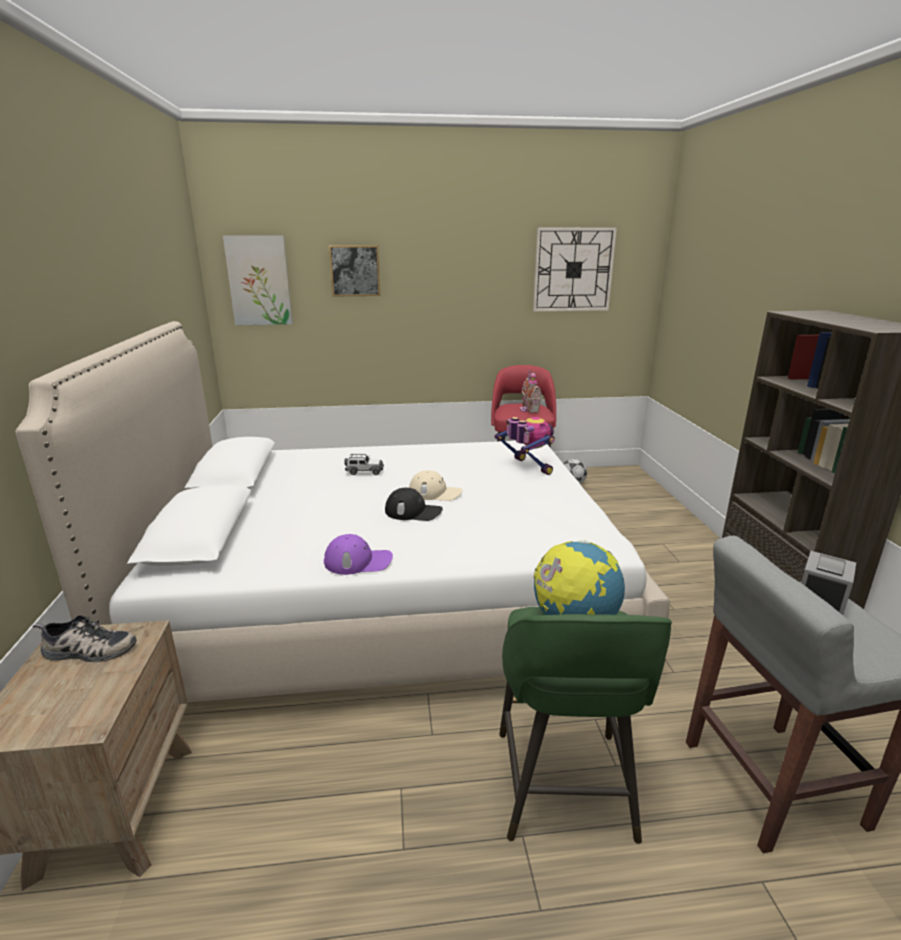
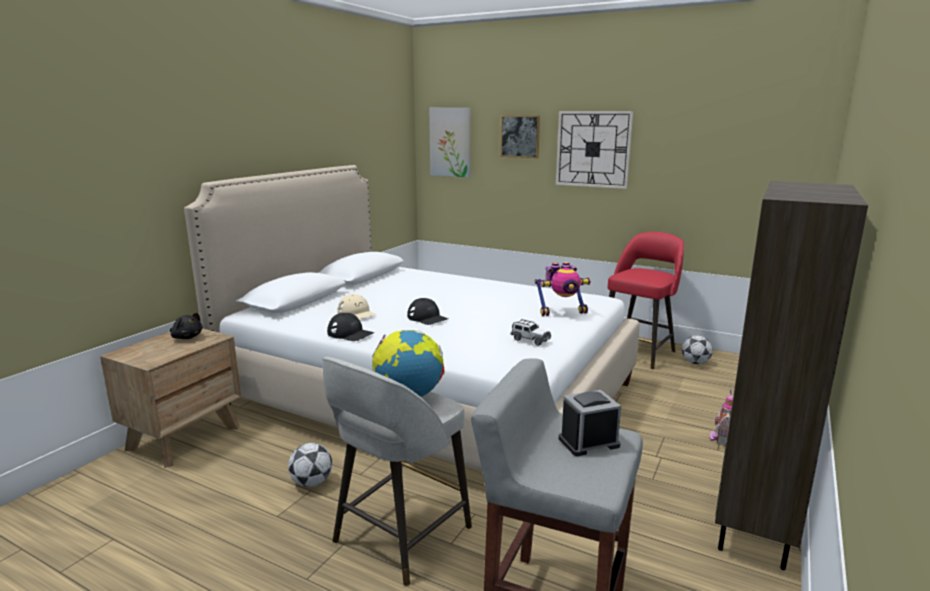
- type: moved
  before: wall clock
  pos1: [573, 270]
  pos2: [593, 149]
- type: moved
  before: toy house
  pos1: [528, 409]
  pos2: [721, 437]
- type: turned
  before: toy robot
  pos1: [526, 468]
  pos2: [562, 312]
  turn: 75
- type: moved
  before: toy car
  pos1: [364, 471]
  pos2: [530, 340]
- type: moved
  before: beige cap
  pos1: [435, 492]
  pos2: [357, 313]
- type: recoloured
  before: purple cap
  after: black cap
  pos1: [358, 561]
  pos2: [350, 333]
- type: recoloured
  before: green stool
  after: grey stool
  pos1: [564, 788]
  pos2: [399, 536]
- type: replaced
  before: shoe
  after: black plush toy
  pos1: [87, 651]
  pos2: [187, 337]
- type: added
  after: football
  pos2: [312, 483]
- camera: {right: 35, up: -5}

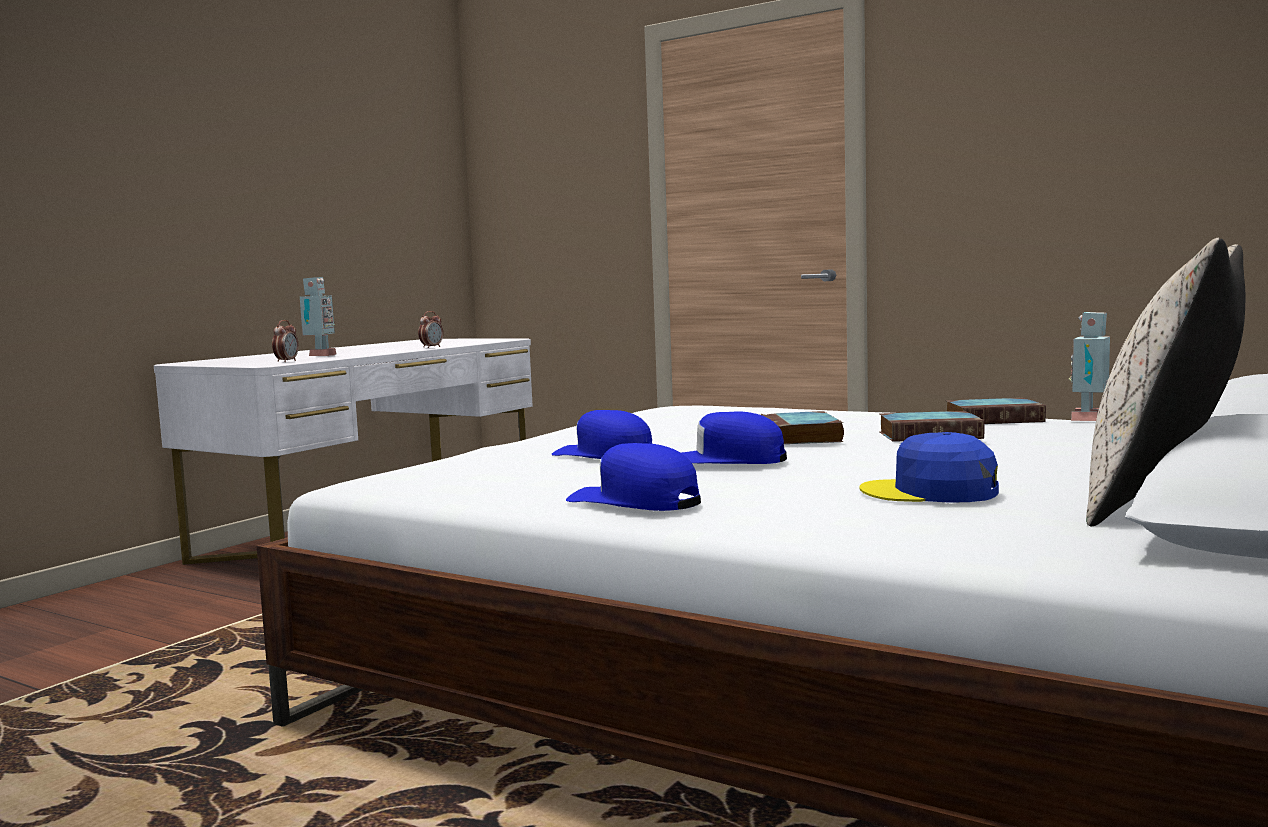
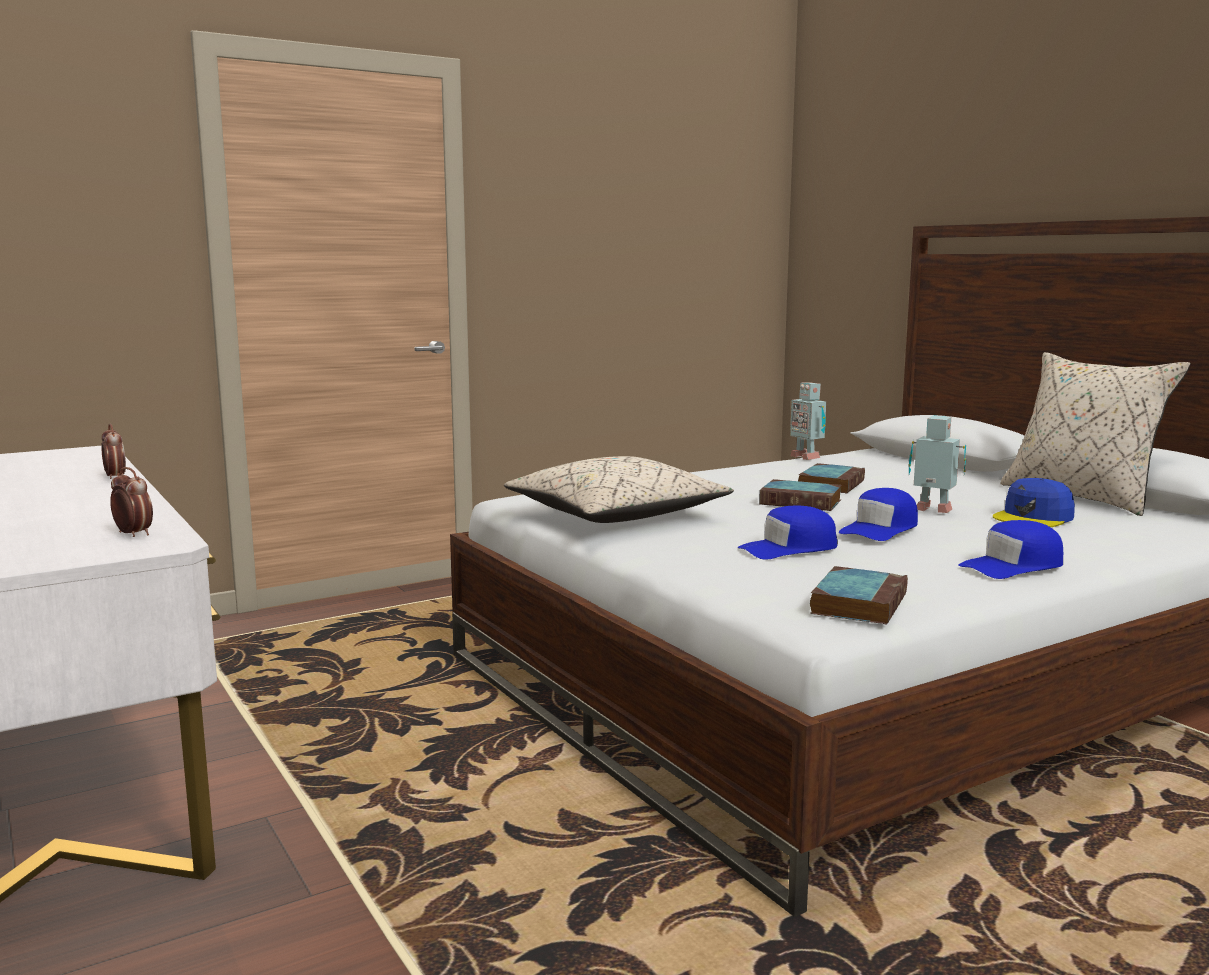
- type: moved
  before: toy robot
  pos1: [319, 356]
  pos2: [934, 511]
- type: moved
  before: book
  pos1: [995, 419]
  pos2: [858, 603]
- type: added
  after: beige pillow
  pos2: [615, 516]
- camera: {right: -65, up: 5}

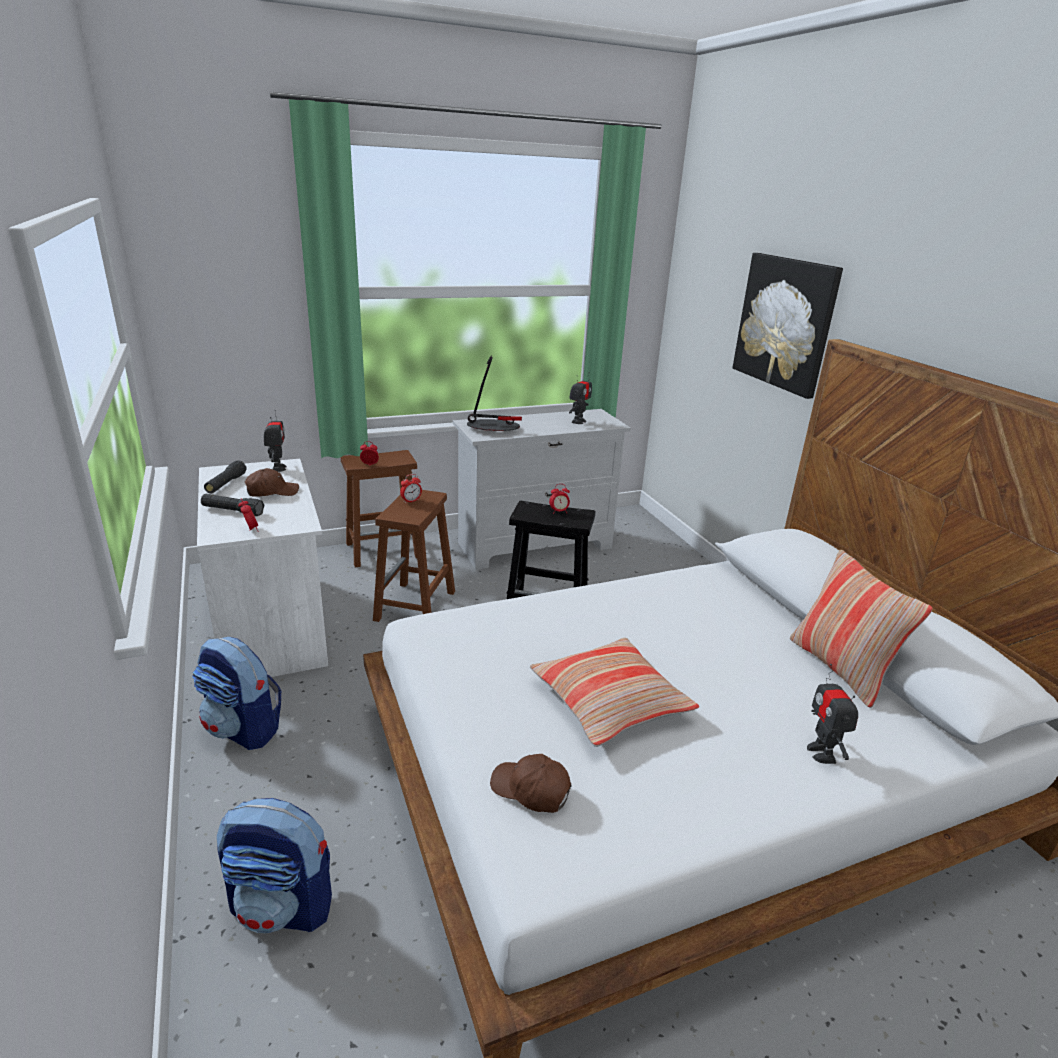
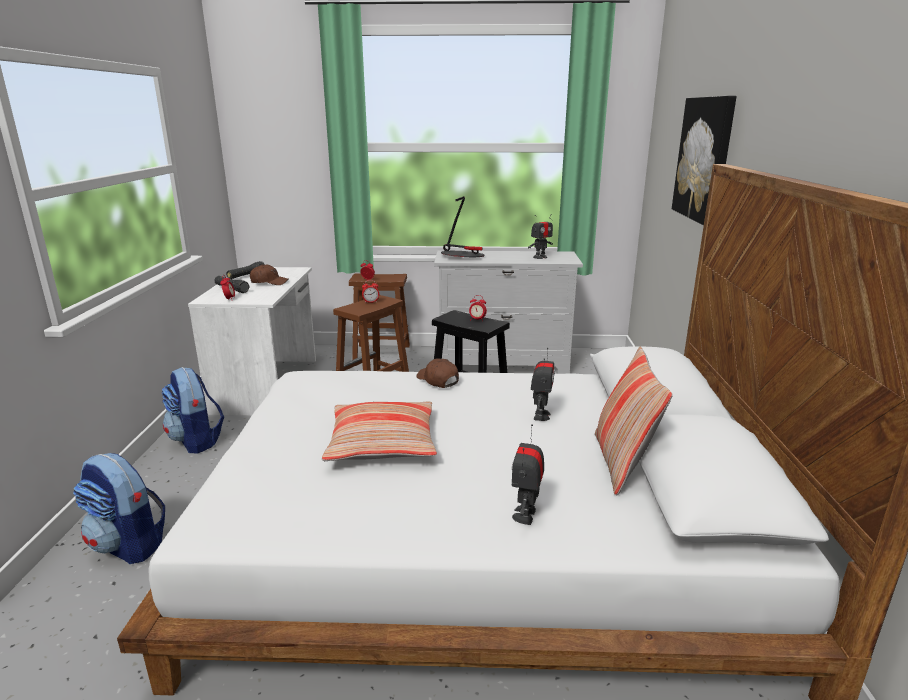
- type: moved
  before: toy robot
  pos1: [278, 468]
  pos2: [540, 415]
- type: moved
  before: brown cap
  pos1: [531, 790]
  pos2: [437, 380]
- camera: {right: 25, up: -5}

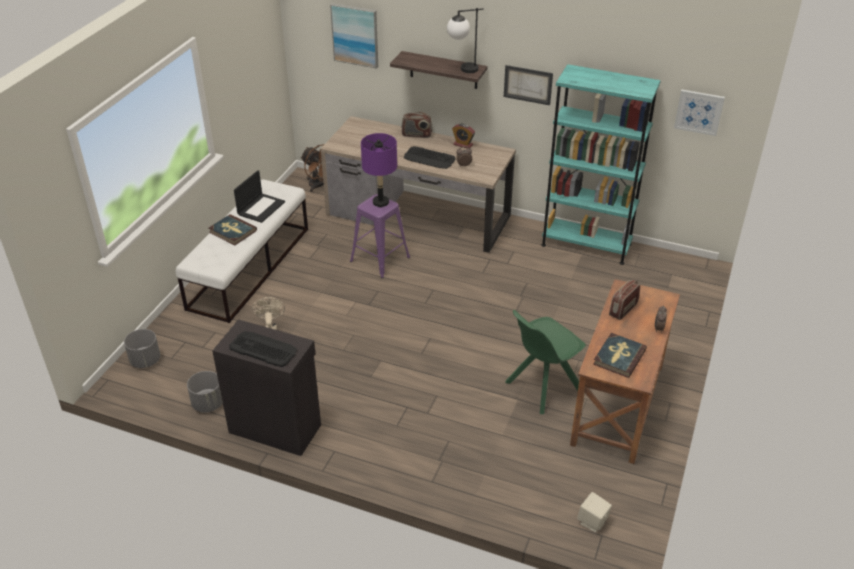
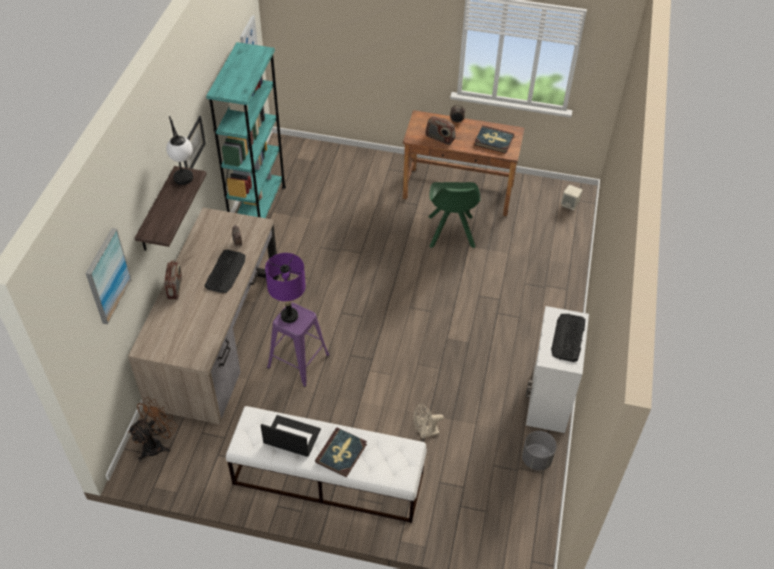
- type: removed
  before: alarm clock
  pos1: [463, 144]
- type: turned
  before: green chair
  pos1: [541, 387]
  pos2: [451, 233]
  turn: 45
- type: recoloured
  before: black cabinet
  after: white cabinet
  pos1: [275, 427]
  pos2: [547, 399]
- type: removed
  before: grey planter
  pos1: [145, 360]
- camera: {right: -100, up: 10}

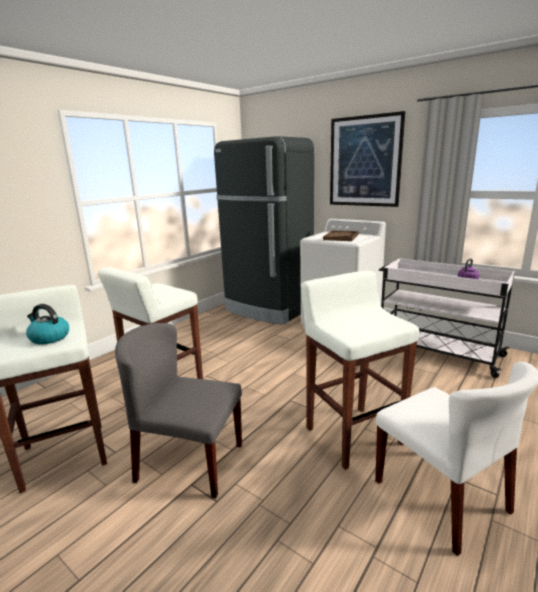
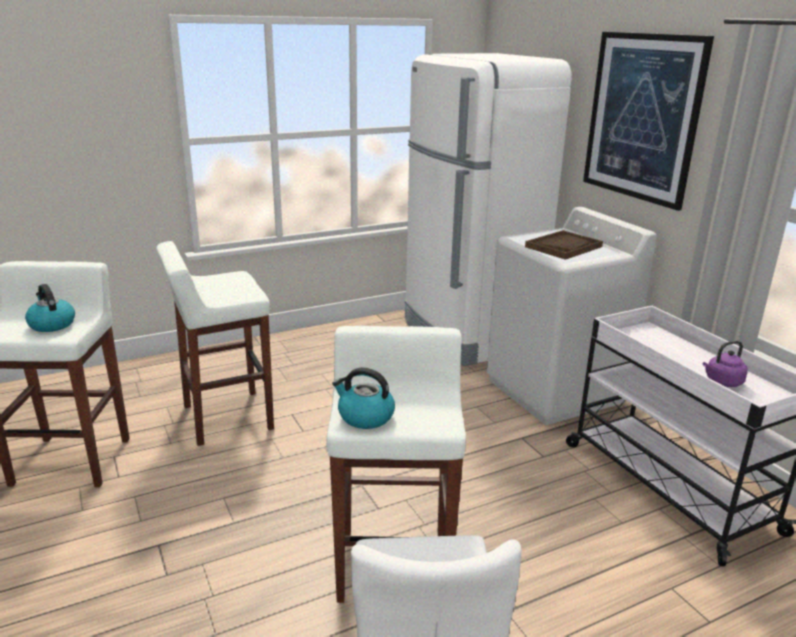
- type: recoloured
  before: black fridge
  after: white fridge
  pos1: [268, 309]
  pos2: [468, 334]
- type: removed
  before: grey chair
  pos1: [189, 462]
- type: added
  after: kettle
  pos2: [365, 417]
- camera: {right: 25, up: 5}

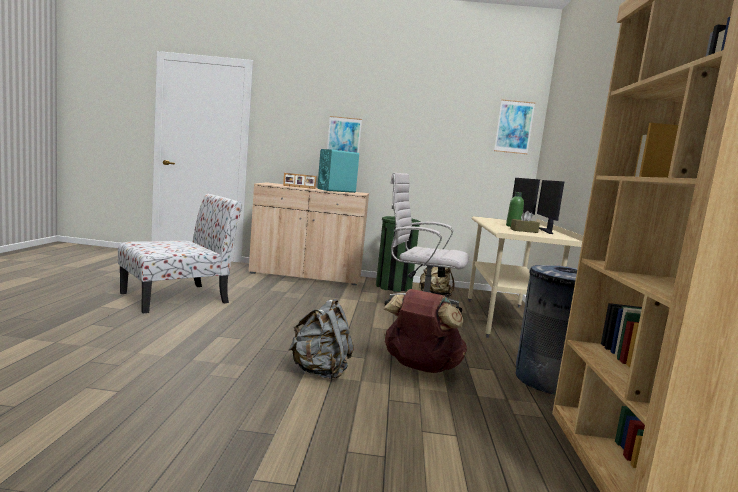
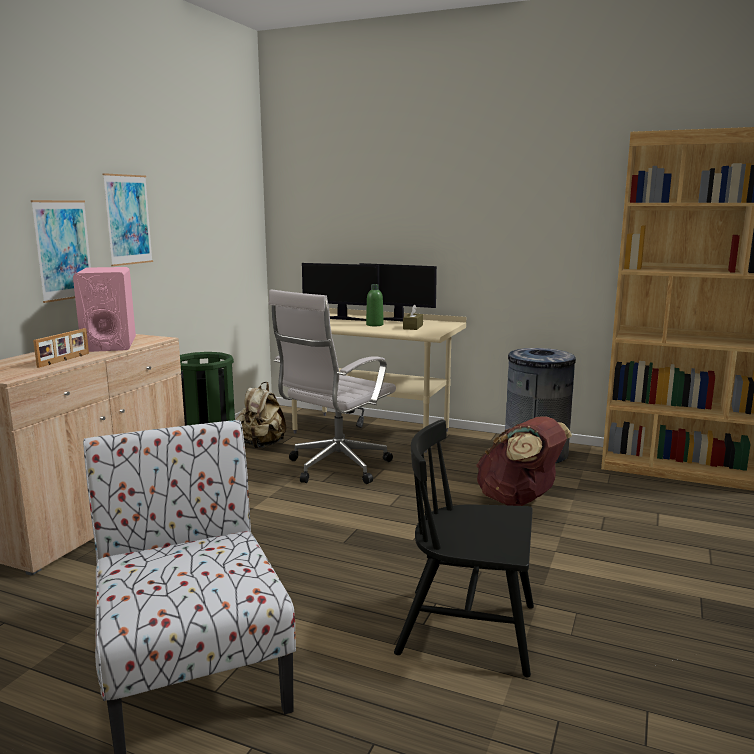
- type: moved
  before: picture
  pos1: [514, 127]
  pos2: [128, 219]
- type: recoloured
  before: turquoise speaker
  after: pink speaker
  pos1: [336, 190]
  pos2: [109, 345]
- type: removed
  before: grey backpack
  pos1: [320, 372]
- type: added
  after: black chair
  pos2: [468, 630]
- camera: {right: -70, up: 5}

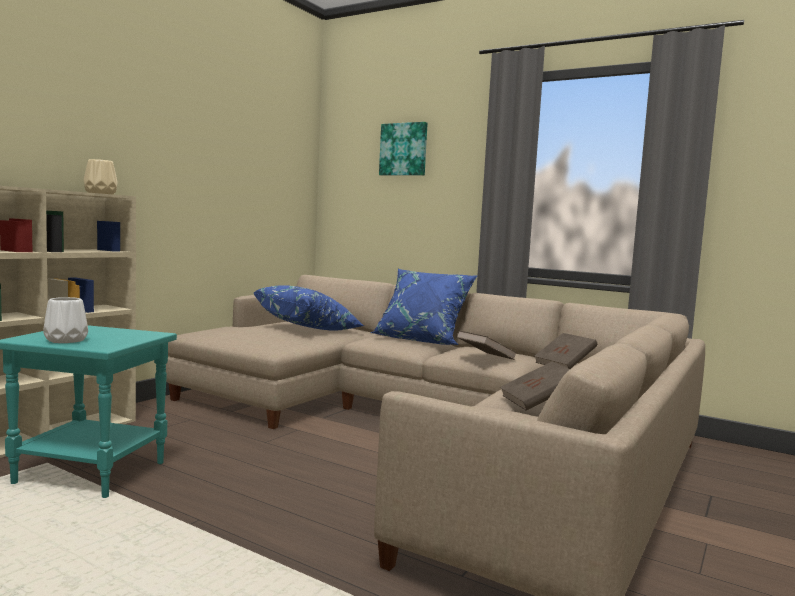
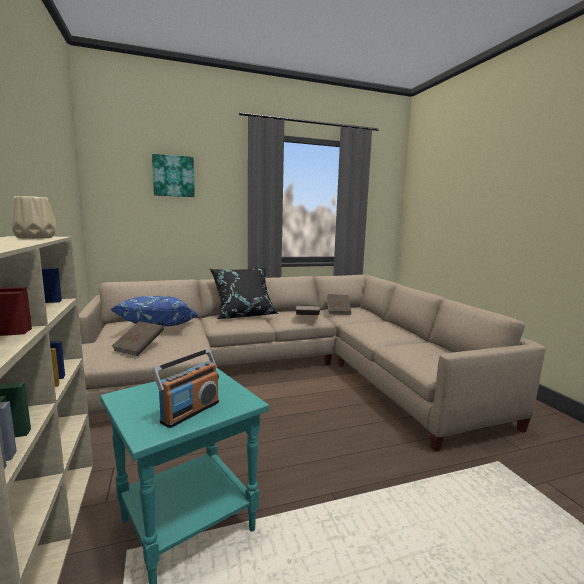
- type: recoloured
  before: blue pillow
  after: black pillow
  pos1: [422, 340]
  pos2: [243, 315]
- type: replaced
  before: white vase
  after: radio
  pos1: [67, 340]
  pos2: [190, 411]
- type: moved
  before: brown book
  pos1: [538, 402]
  pos2: [139, 348]
- camera: {right: -50, up: 5}

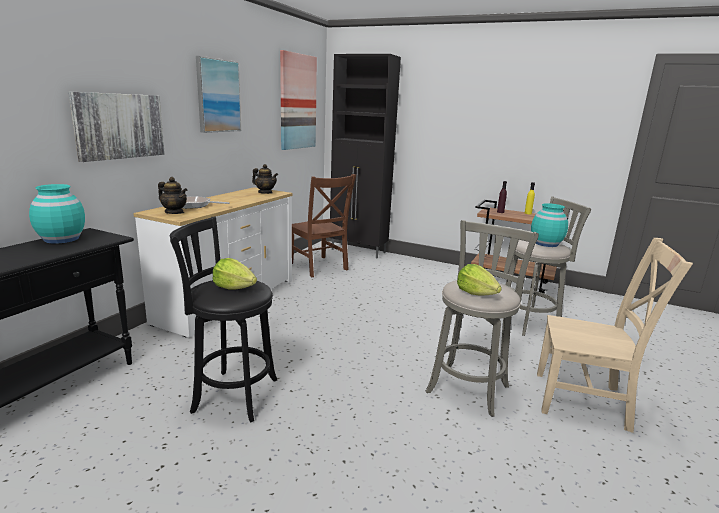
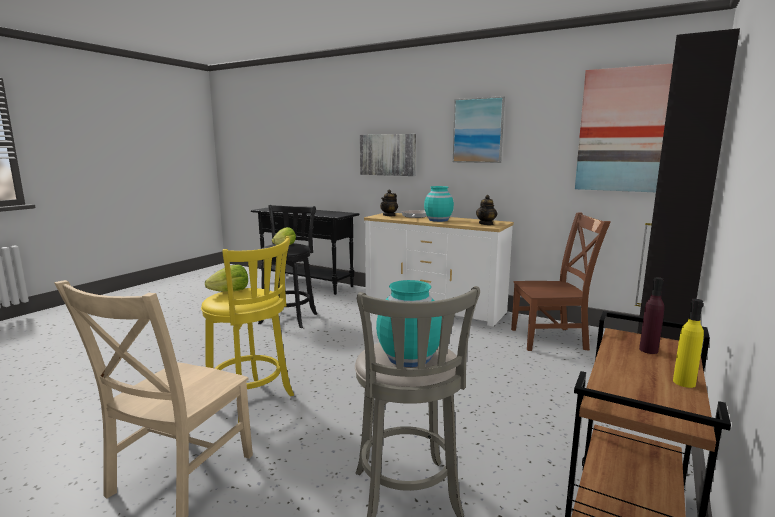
- type: turned
  before: brown chair
  pos1: [319, 267]
  pos2: [551, 339]
  turn: -150
- type: moved
  before: turquoise vase
  pos1: [61, 239]
  pos2: [438, 220]
- type: recoloured
  before: grey stool
  after: yellow stool
  pos1: [469, 387]
  pos2: [252, 402]
- camera: {right: 95, up: -5}

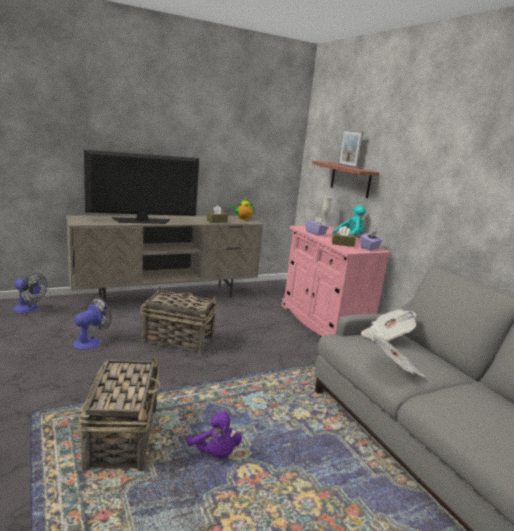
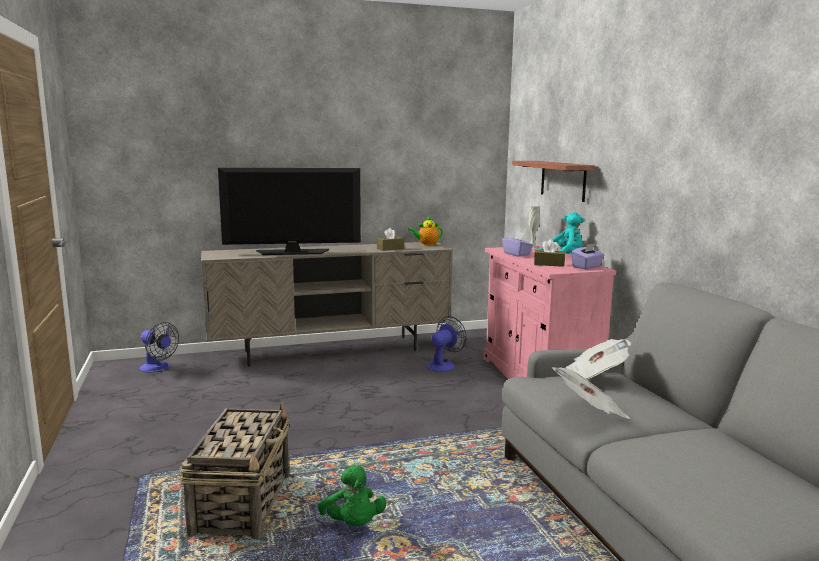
- type: removed
  before: picture frame
  pos1: [347, 166]
- type: removed
  before: basket
  pos1: [177, 339]
- type: moved
  before: fan
  pos1: [91, 341]
  pos2: [444, 365]
- type: recoloured
  before: purple plush toy
  after: green plush toy
  pos1: [215, 454]
  pos2: [353, 524]
- camera: {right: 10, up: -5}

